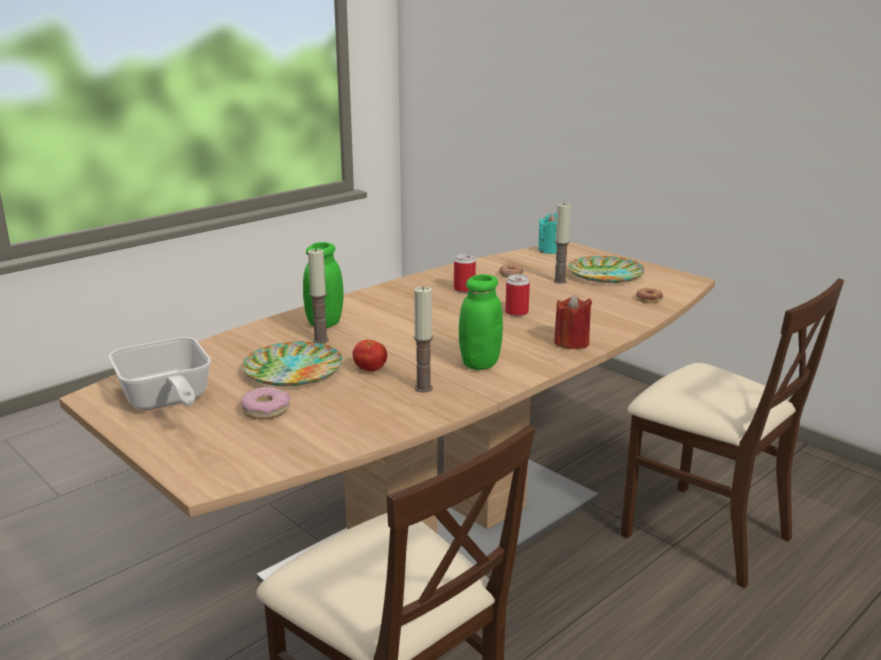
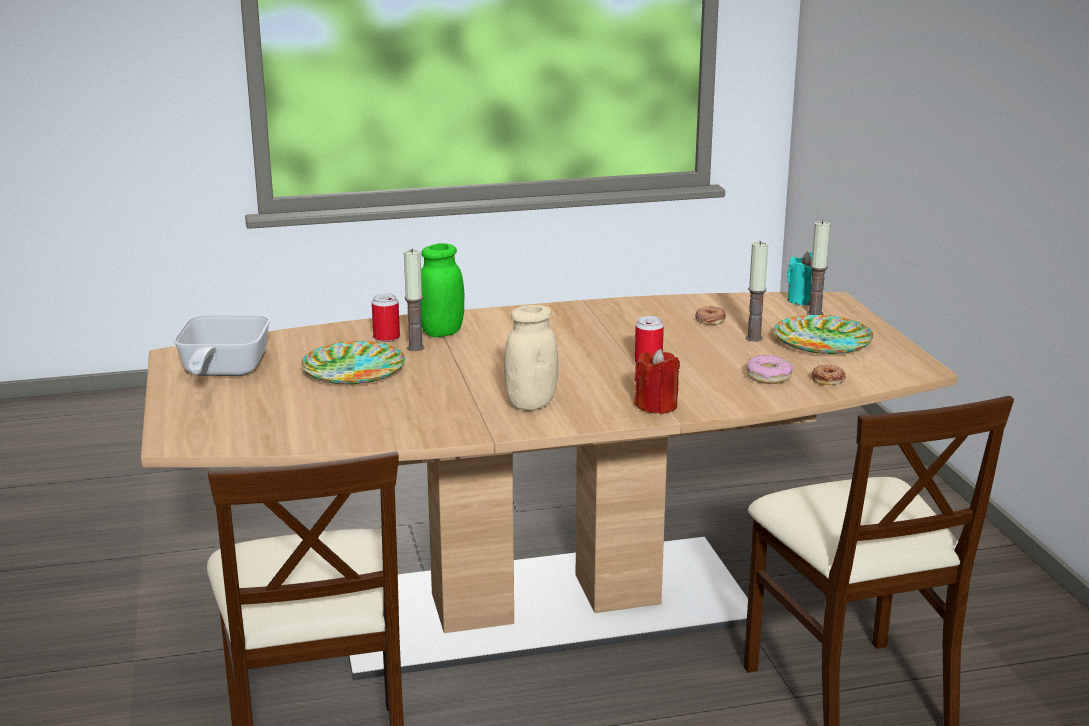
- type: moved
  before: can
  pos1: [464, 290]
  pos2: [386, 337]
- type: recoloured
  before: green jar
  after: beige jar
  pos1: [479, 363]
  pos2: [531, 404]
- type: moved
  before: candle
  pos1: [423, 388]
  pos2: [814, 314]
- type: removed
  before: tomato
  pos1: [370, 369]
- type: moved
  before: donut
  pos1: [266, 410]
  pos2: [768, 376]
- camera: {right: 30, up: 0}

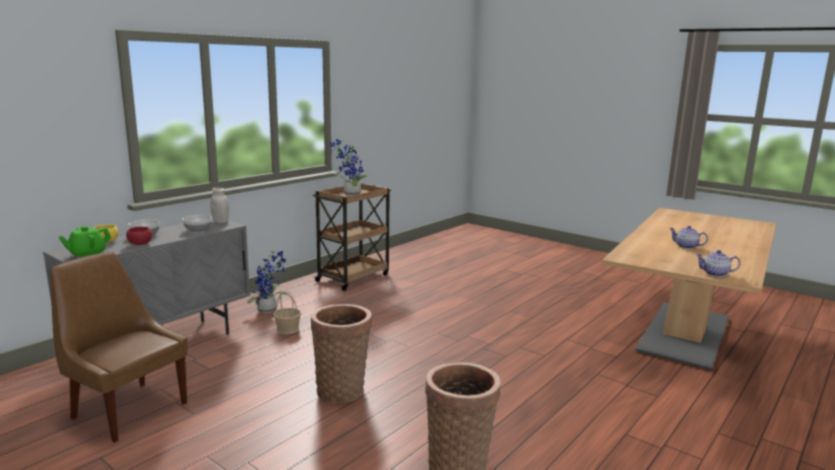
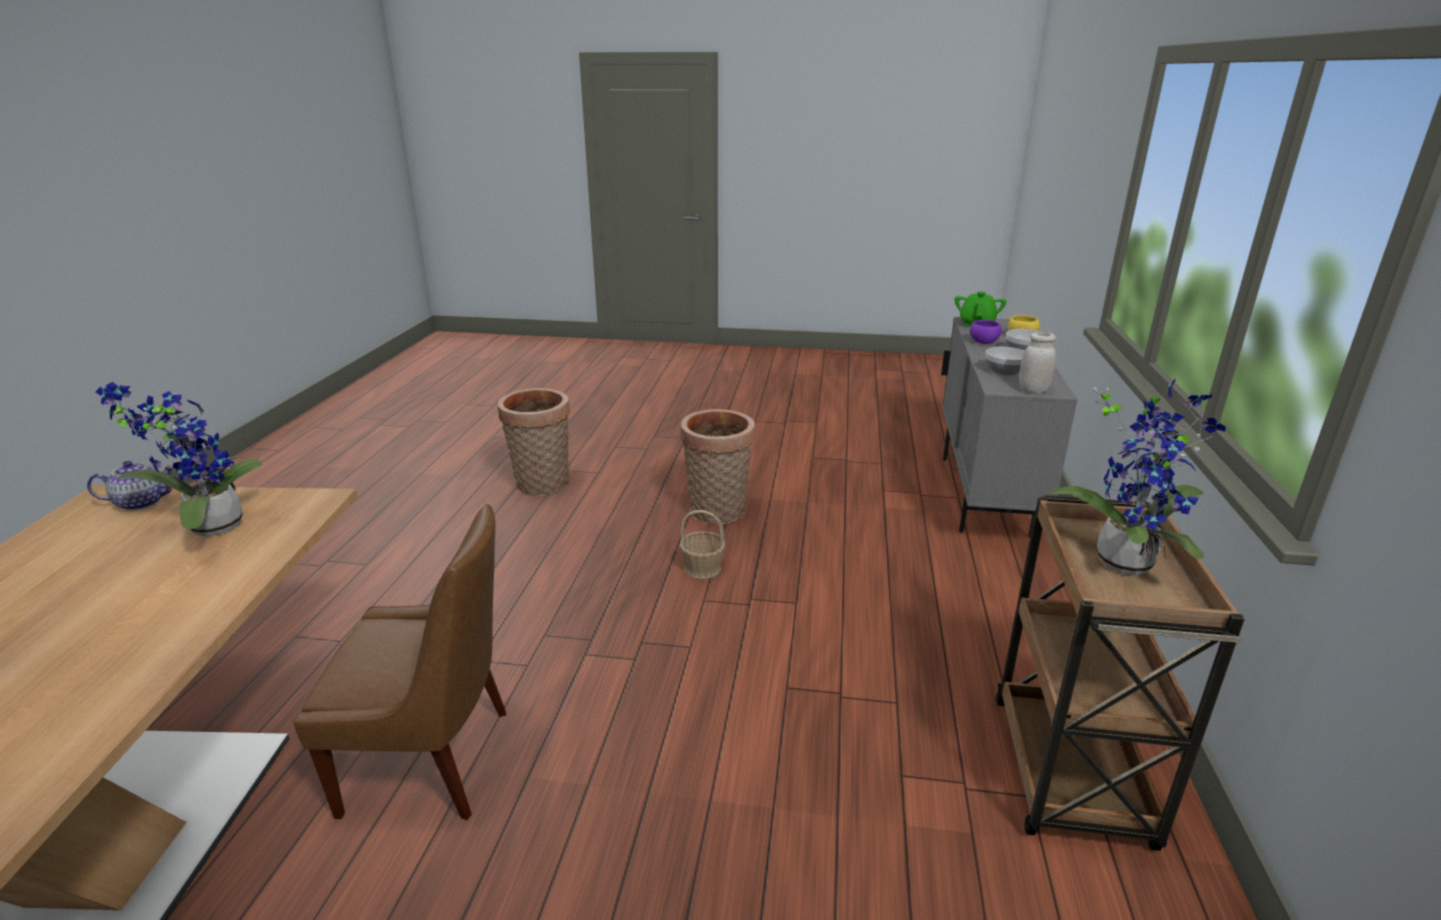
- type: removed
  before: teapot
  pos1: [686, 246]
- type: recoloured
  before: red bowl
  after: purple bowl
  pos1: [139, 244]
  pos2: [983, 342]
- type: moved
  before: potted plant
  pos1: [269, 310]
  pos2: [209, 528]
- type: moved
  before: brown chair
  pos1: [127, 409]
  pos2: [435, 761]
- type: moved
  before: basket
  pos1: [288, 329]
  pos2: [703, 568]
- camera: {right: 150, up: 10}

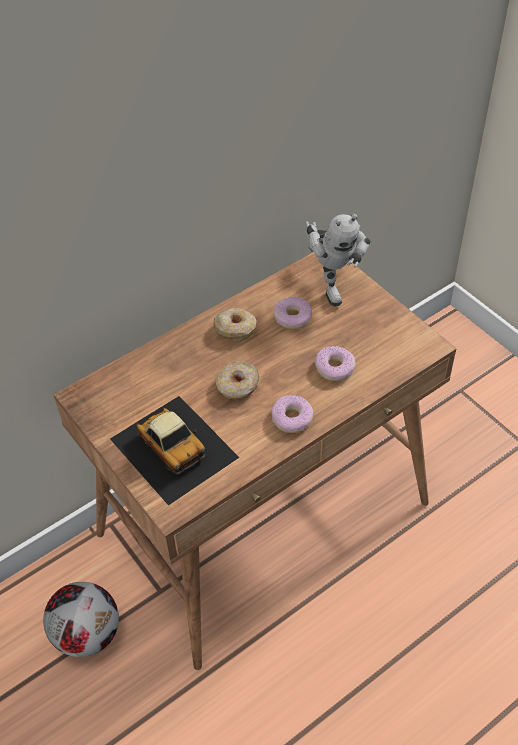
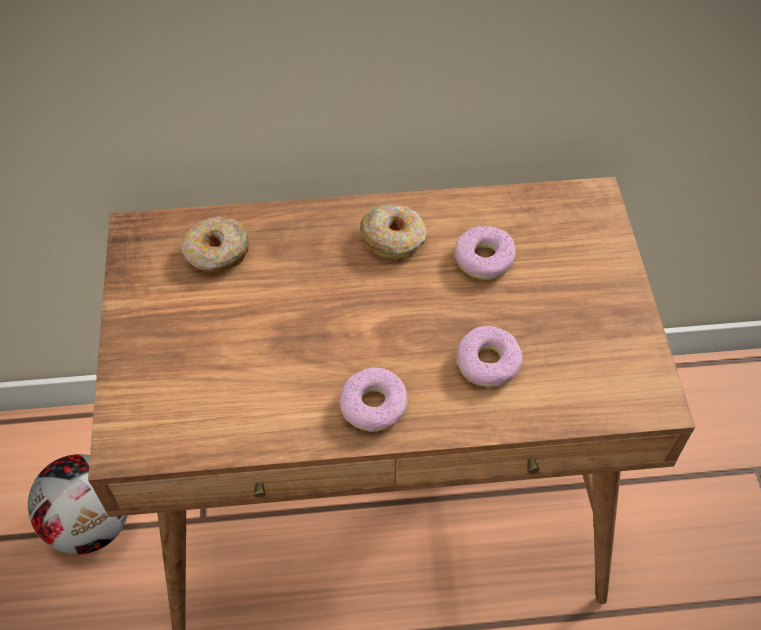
- type: removed
  before: toy robot
  pos1: [332, 284]
- type: moved
  before: donut
  pos1: [238, 386]
  pos2: [217, 253]
- type: removed
  before: toy car
  pos1: [174, 447]
- camera: {right: 30, up: 5}

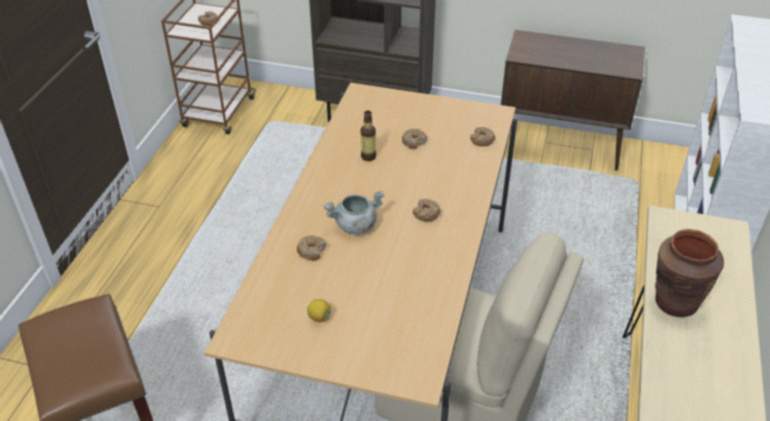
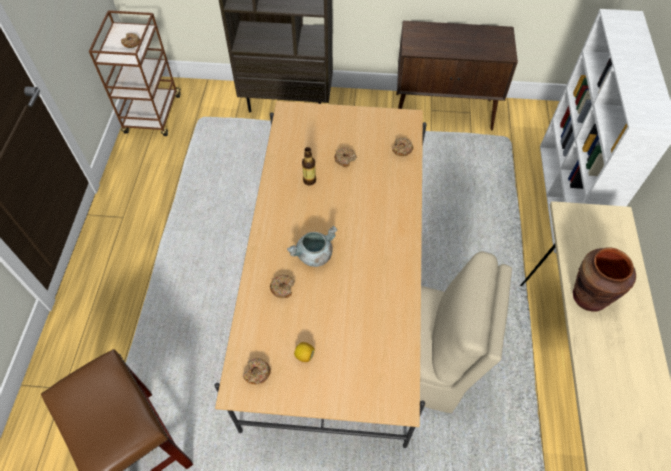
- type: moved
  before: donut
  pos1: [426, 214]
  pos2: [257, 373]
- camera: {right: -10, up: 15}

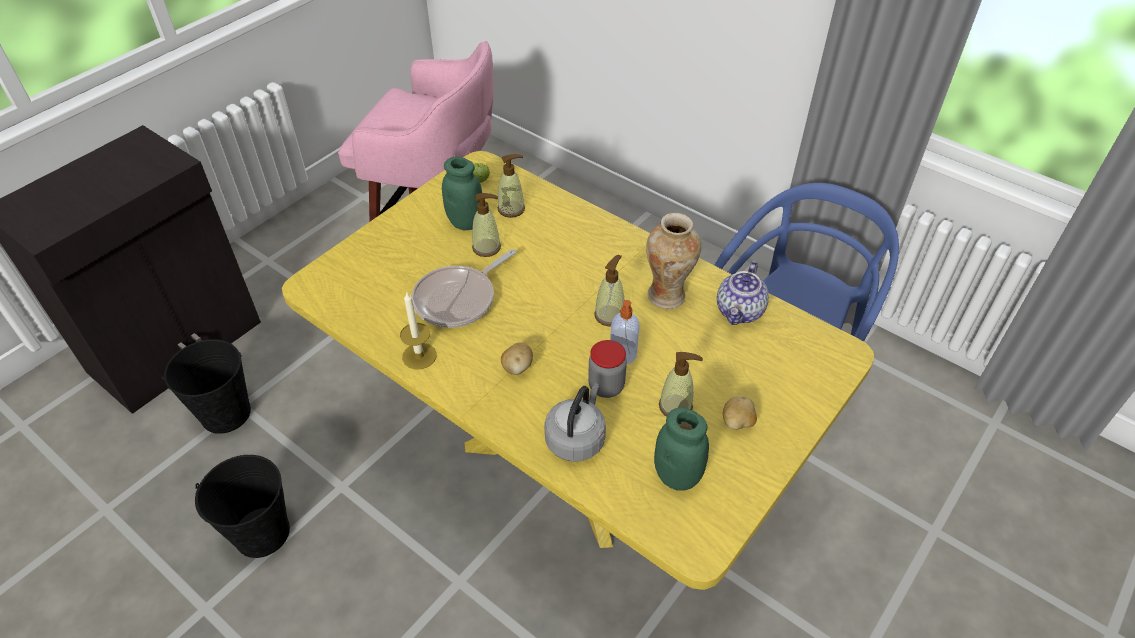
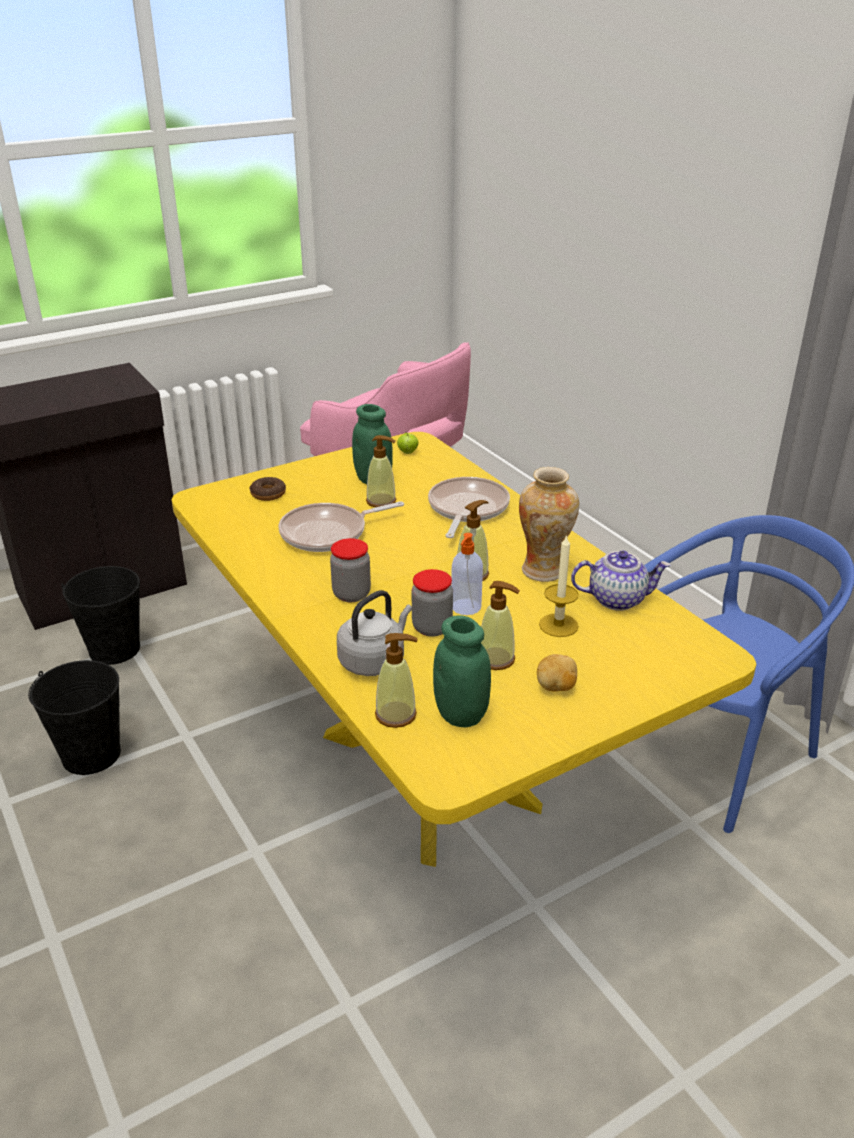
- type: moved
  before: soap dispenser
  pos1: [511, 209]
  pos2: [396, 714]
- type: turned
  before: teapot
  pos1: [740, 311]
  pos2: [617, 599]
  turn: -135
- type: moved
  before: candle
  pos1: [419, 356]
  pos2: [558, 625]
- type: replaced
  before: potato
  after: jar
  pos1: [517, 367]
  pos2: [351, 594]
- type: added
  after: donut
  pos2: [268, 494]
- type: added
  after: frying pan
  pos2: [466, 509]
- camera: {right: 20, up: -15}

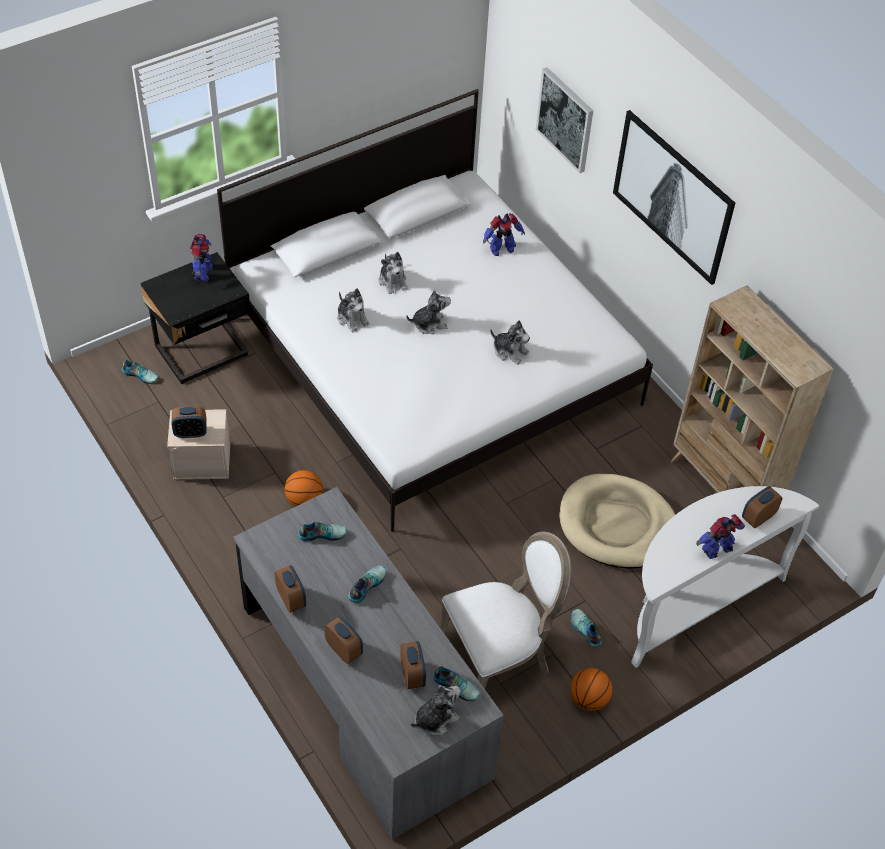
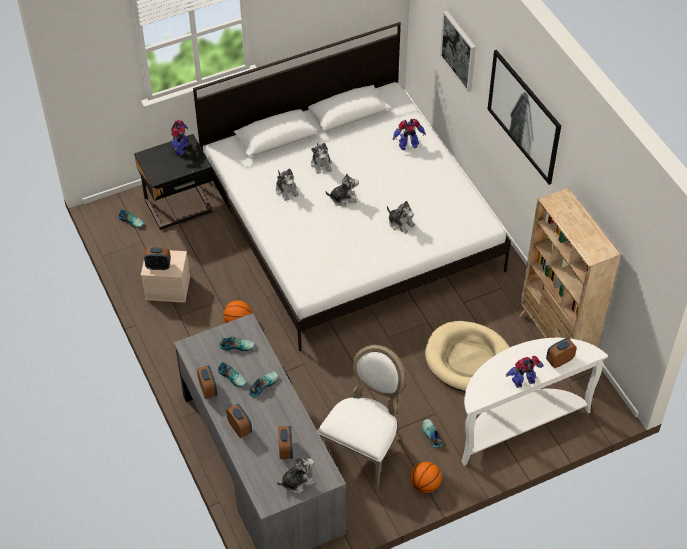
- type: turned
  before: white chair
  pos1: [499, 657]
  pos2: [364, 448]
  turn: -45
- type: moved
  before: shoe
  pos1: [456, 685]
  pos2: [233, 376]
- camera: {right: 10, up: 0}

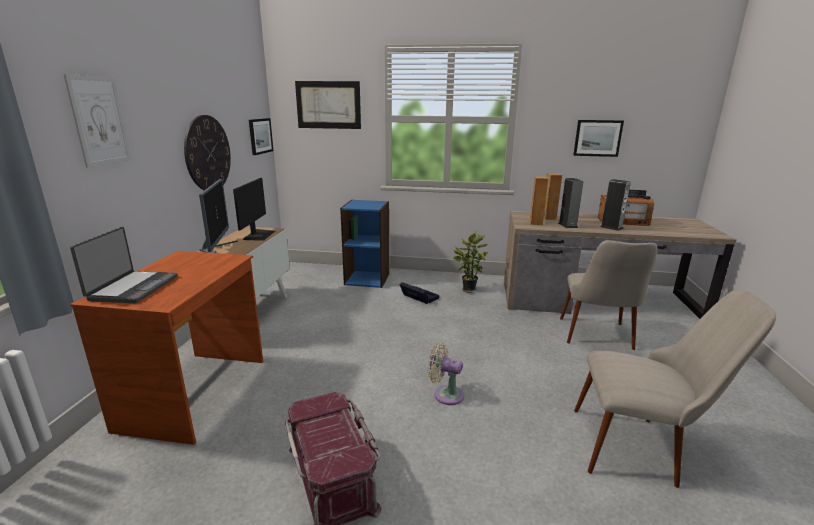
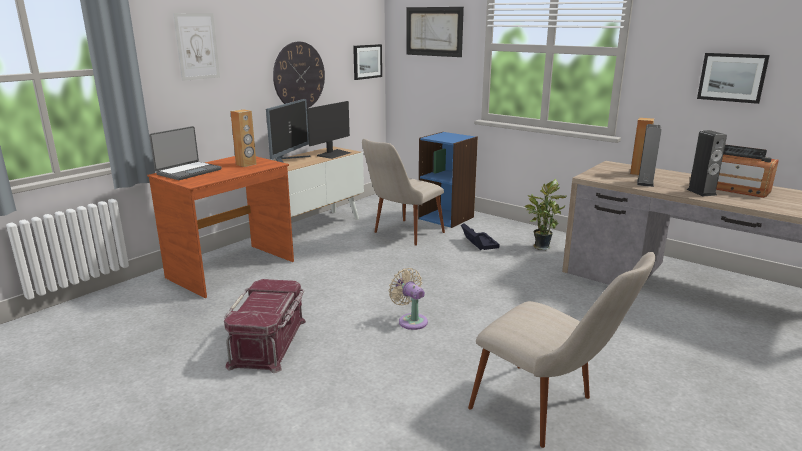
- type: moved
  before: brown speaker
  pos1: [536, 223]
  pos2: [246, 164]
- type: moved
  before: beige chair
  pos1: [597, 340]
  pos2: [401, 235]
- camera: {right: 30, up: 0}

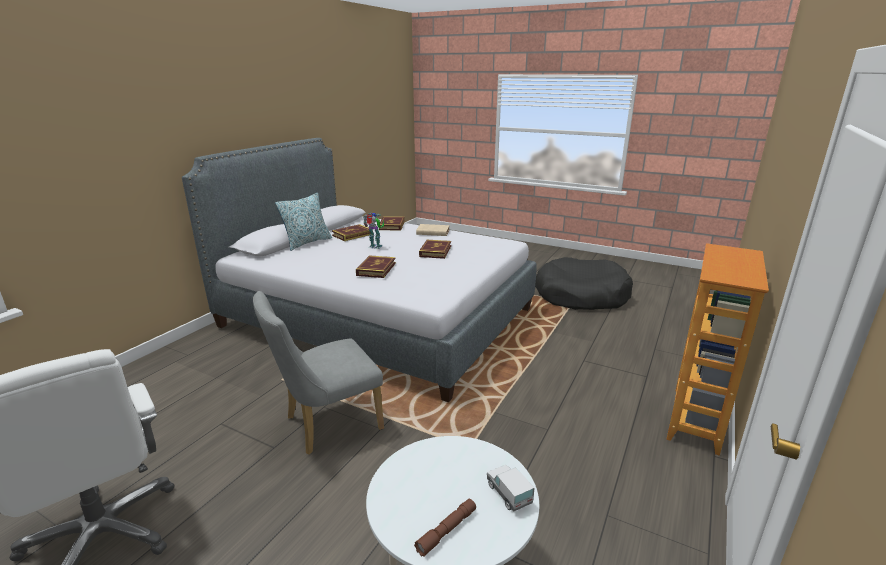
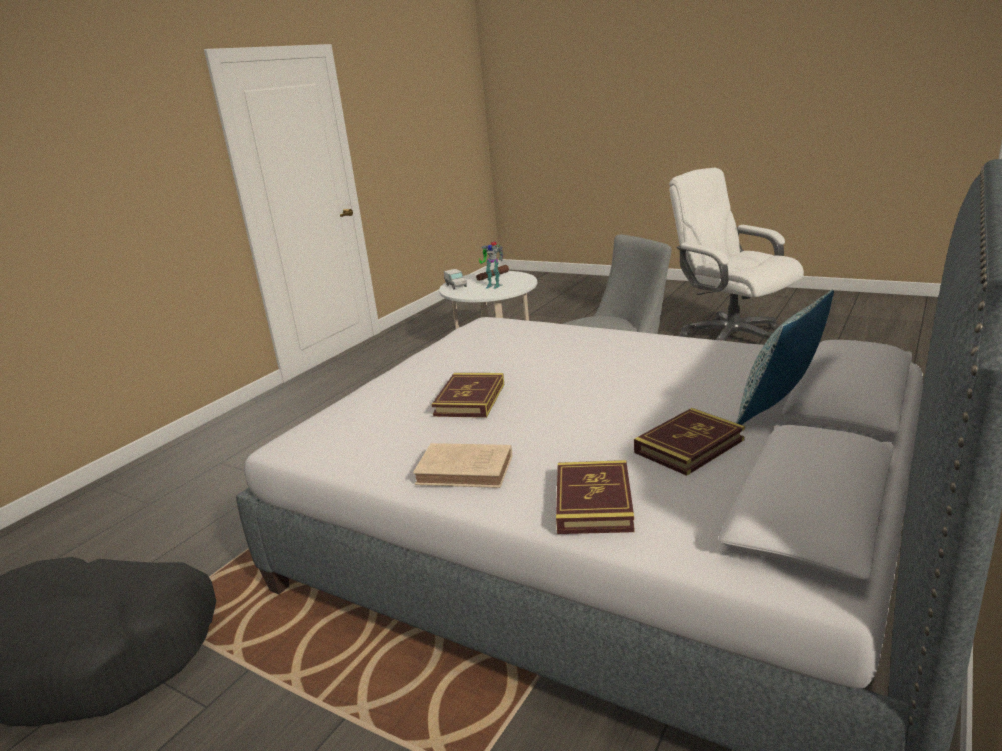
- type: moved
  before: toy robot
  pos1: [375, 247]
  pos2: [493, 285]
- type: removed
  before: bookcase
  pos1: [696, 420]
- type: removed
  before: book
  pos1: [376, 269]
- camera: {right: -175, up: 0}

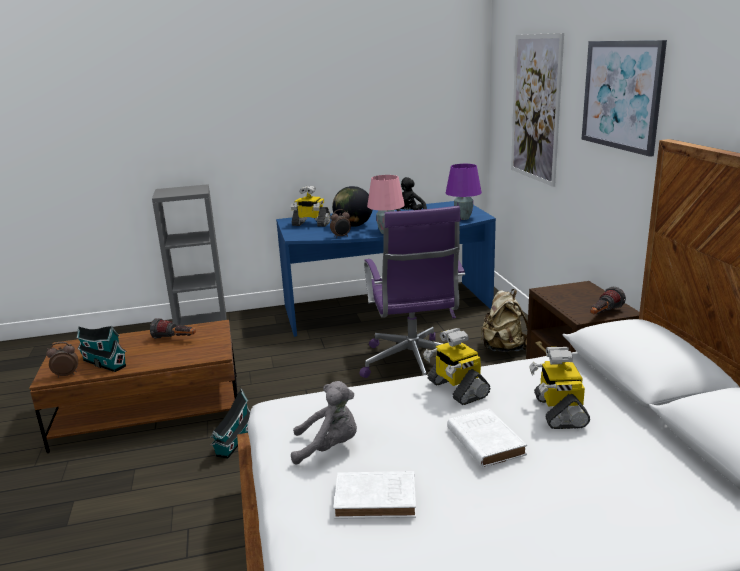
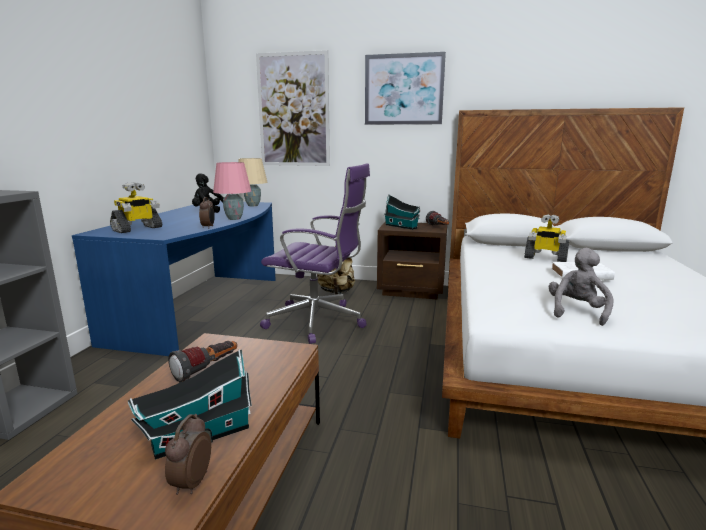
- type: recoloured
  before: purple table lamp
  after: beige table lamp
  pos1: [462, 218]
  pos2: [252, 205]
- type: removed
  before: globe
  pos1: [353, 226]
- type: removed
  before: toy robot
  pos1: [456, 389]
- type: moved
  before: toy house
  pos1: [233, 443]
  pos2: [402, 226]
- type: removed
  before: white book
  pos1: [378, 499]
- camera: {right: -65, up: -5}

